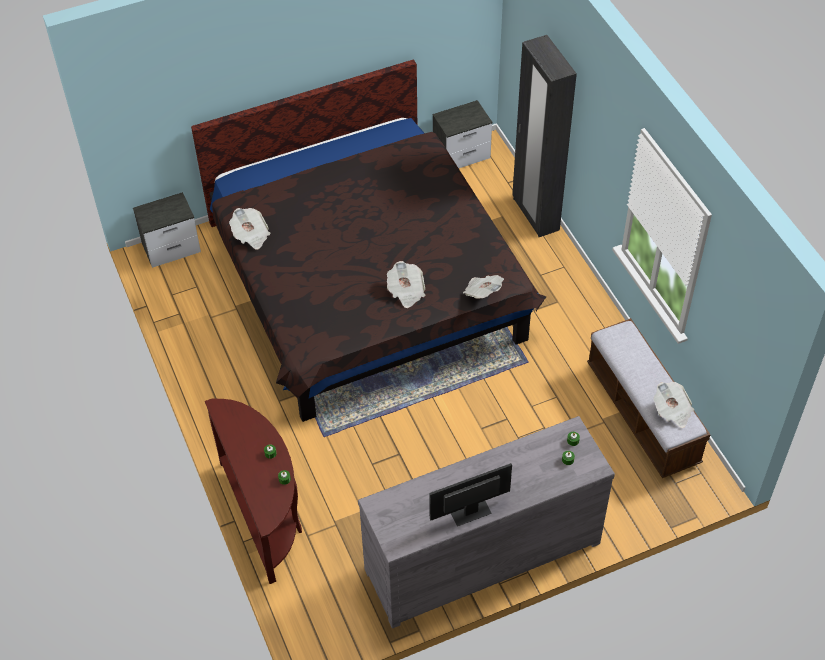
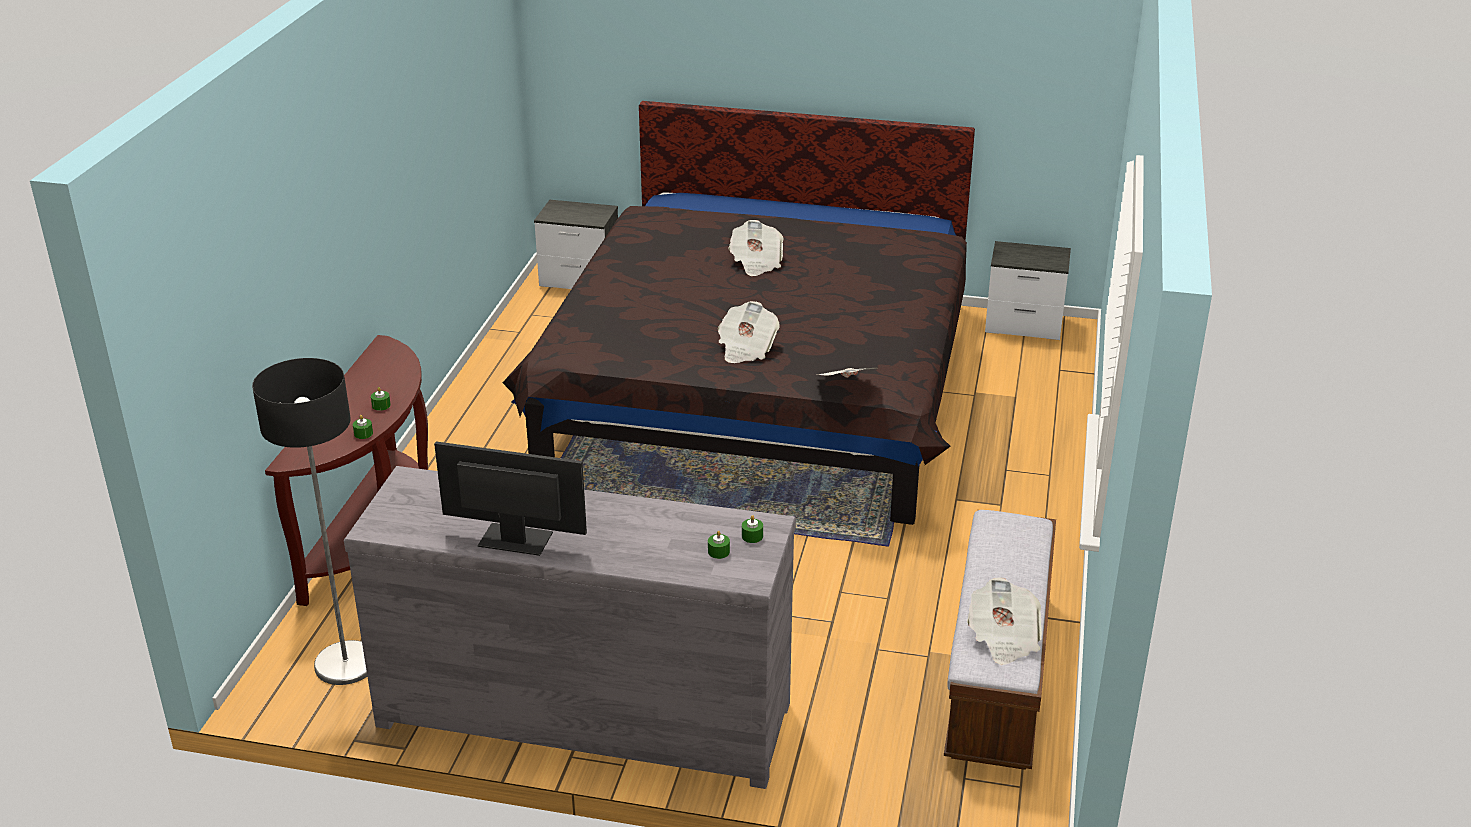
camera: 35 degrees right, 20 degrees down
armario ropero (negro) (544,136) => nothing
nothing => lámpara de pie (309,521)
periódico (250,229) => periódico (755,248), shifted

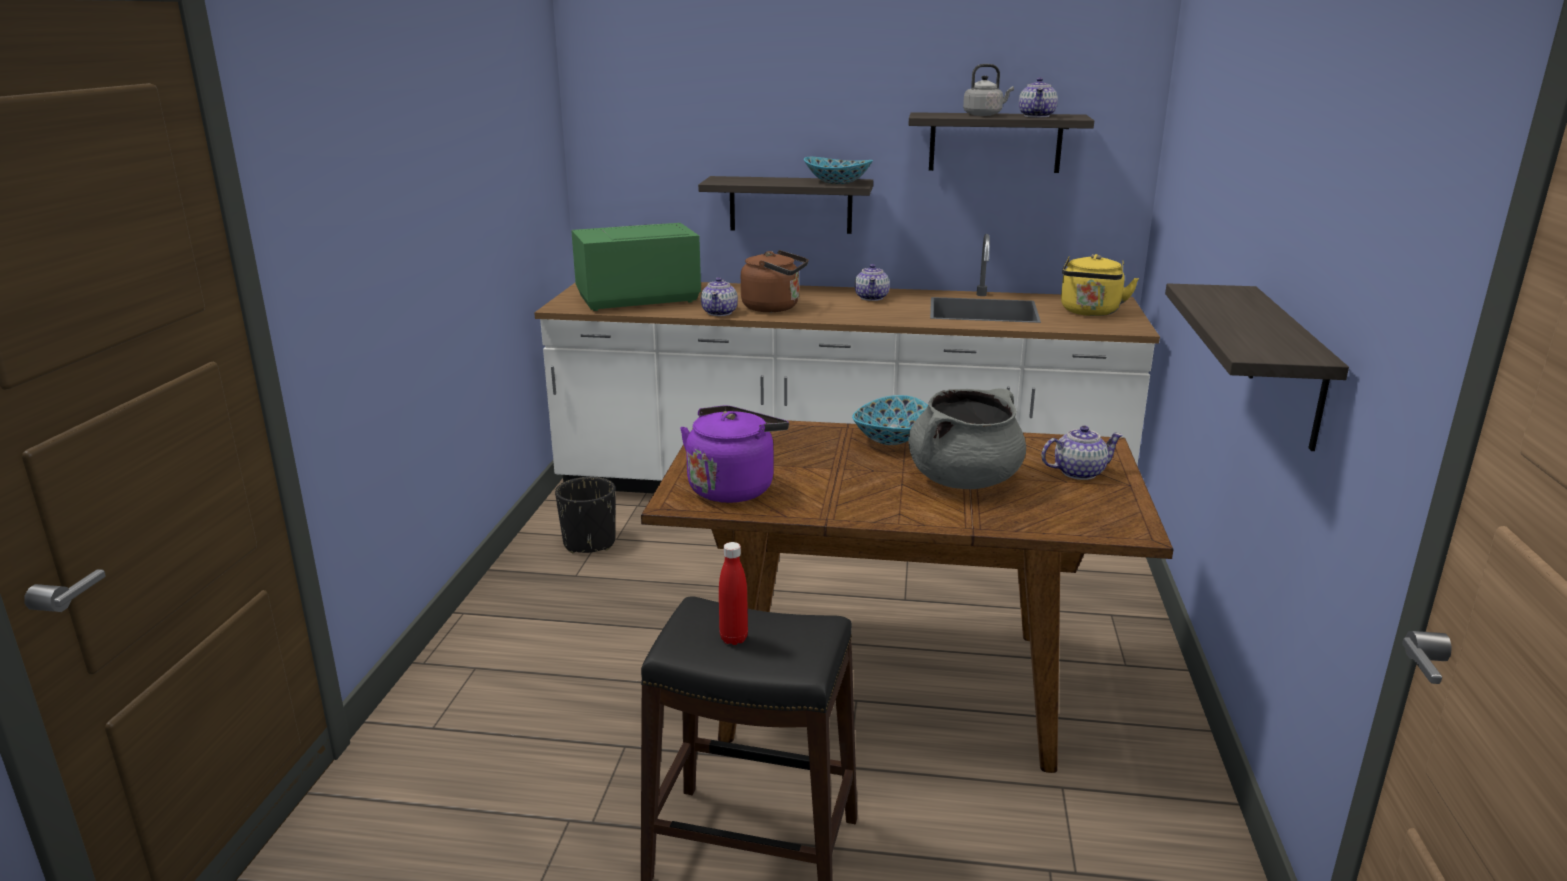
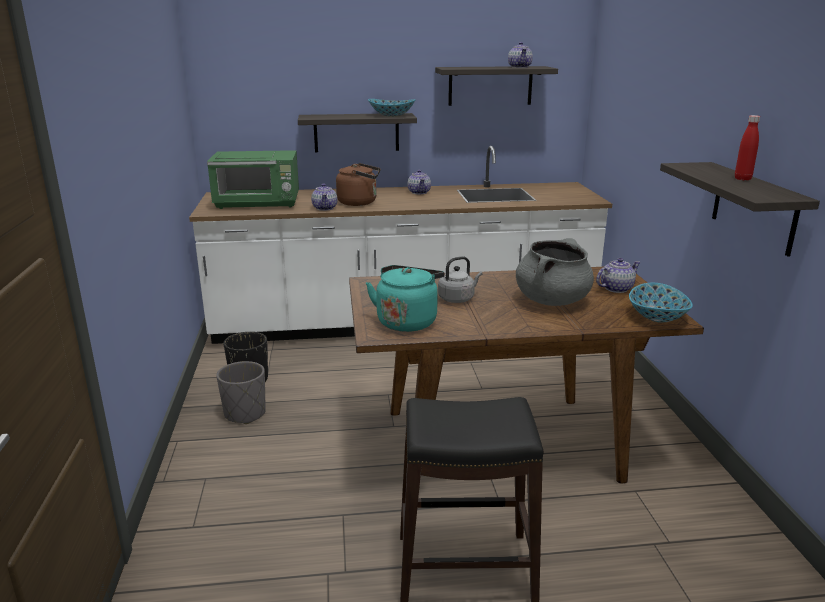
camera: 15 degrees left, 0 degrees up
hervidor (amarillo) (1100,285) => nothing
nothing => maceta (gris) (241,392)
botella (rojo) (733,593) => botella (rojo) (747,147), shifted
cuenco (890,420) => cuenco (661,303), shifted
hervidor (gris) (988,90) => hervidor (gris) (460,279), shifted
hervidor (morado) (734,454) => hervidor (turquesa) (405,298)
microondas (verde) (636,267) => microondas (verde) (253,179), 150 degrees counterclockwise

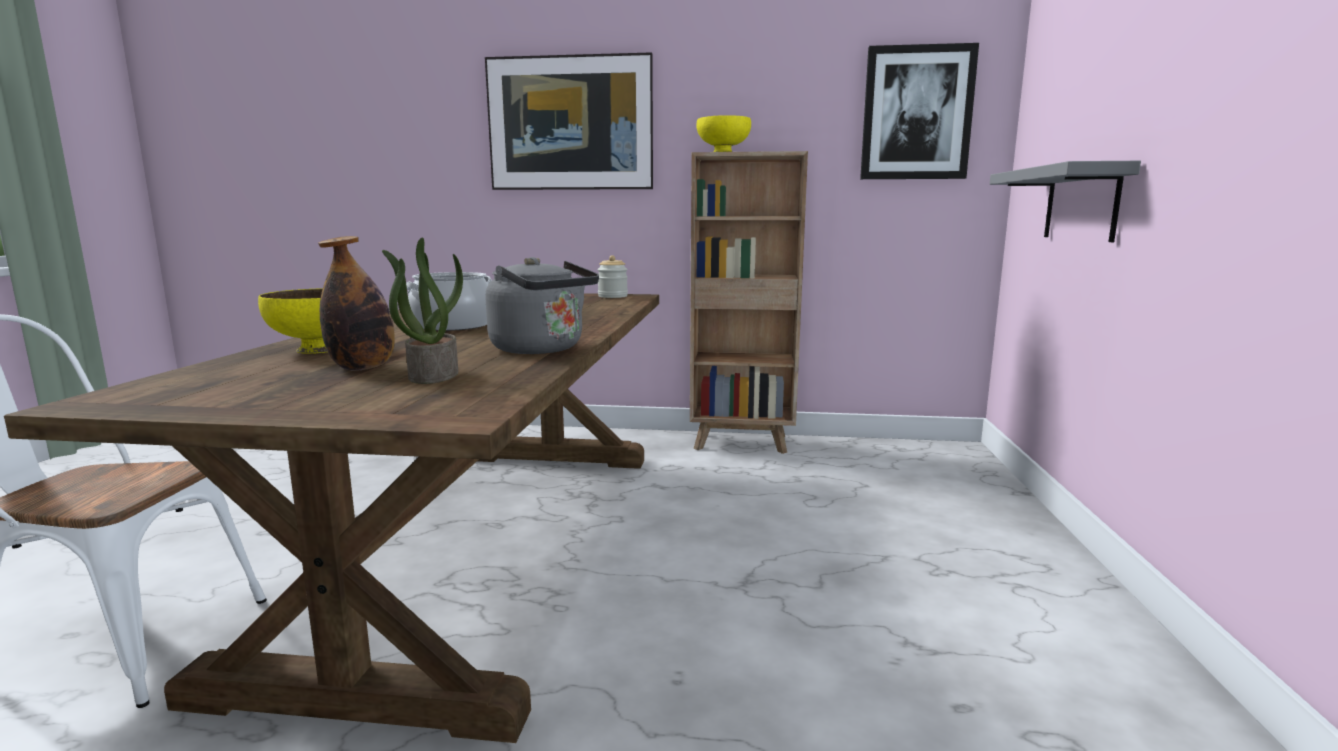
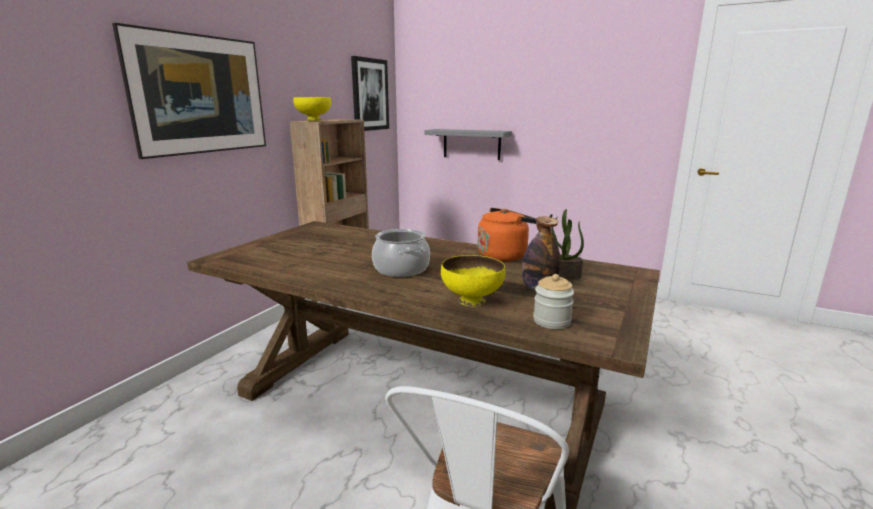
camera: 70 degrees left, 5 degrees up
tarro (612,276) => tarro (553,301), shifted
hervidor (gris) (542,305) => hervidor (naranja) (507,235)

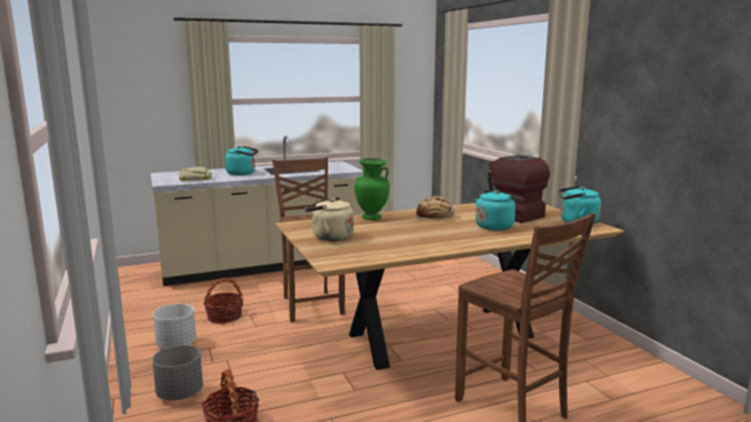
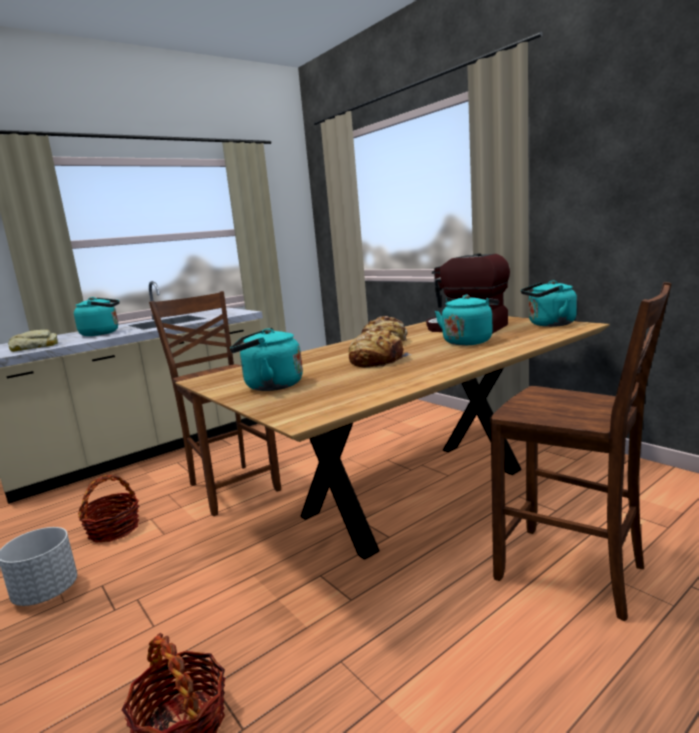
camera: 15 degrees left, 0 degrees up
maceta (gris) (177,373) => nothing
florero (verde) (372,189) => nothing
nothing => pan (380,347)
hervidor (beis) (329,219) => hervidor (turquesa) (266,359)

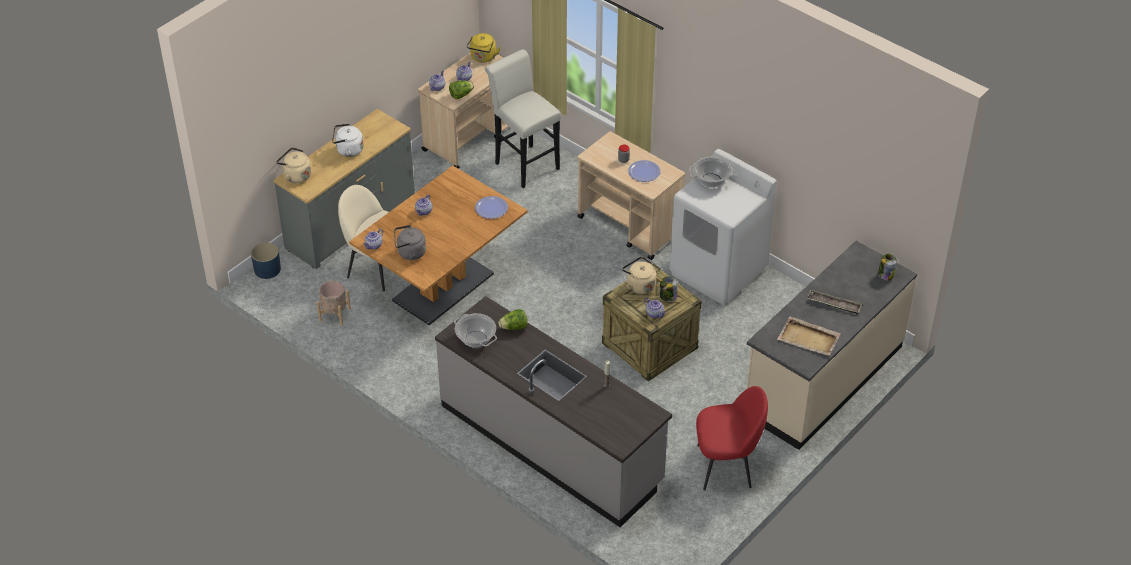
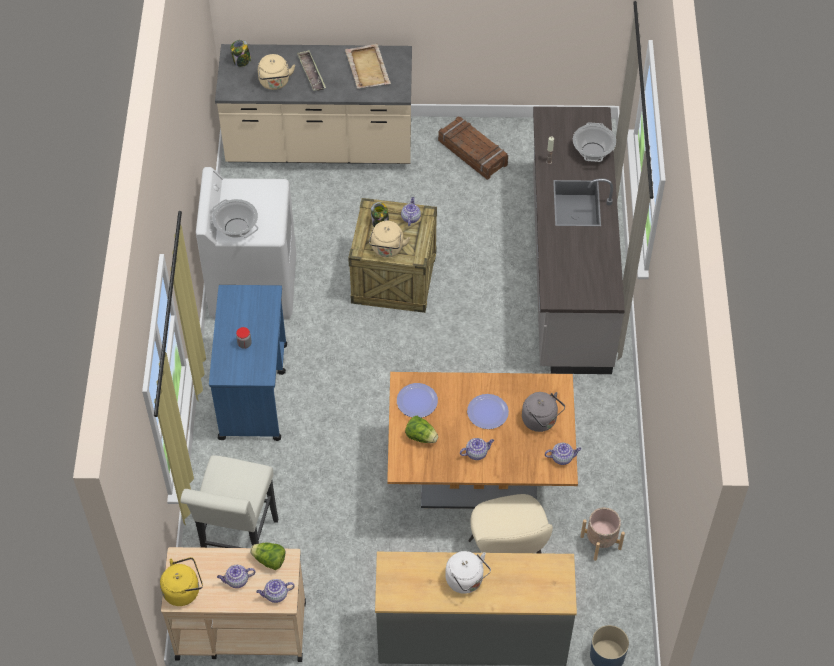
camera: 130 degrees left, 10 degrees up
hervidor (beis) (293,165) => hervidor (beis) (276,72), shifted
olla (475,330) => olla (594,142), shifted
lechuga (512,319) => lechuga (421,429), shifted
plato (644,171) => plato (488,411), shifted
silla (rojo) (732,438) => caja de embalaje (473,148)
carrito (beis) (631,195) => carrito (azul) (248,363)

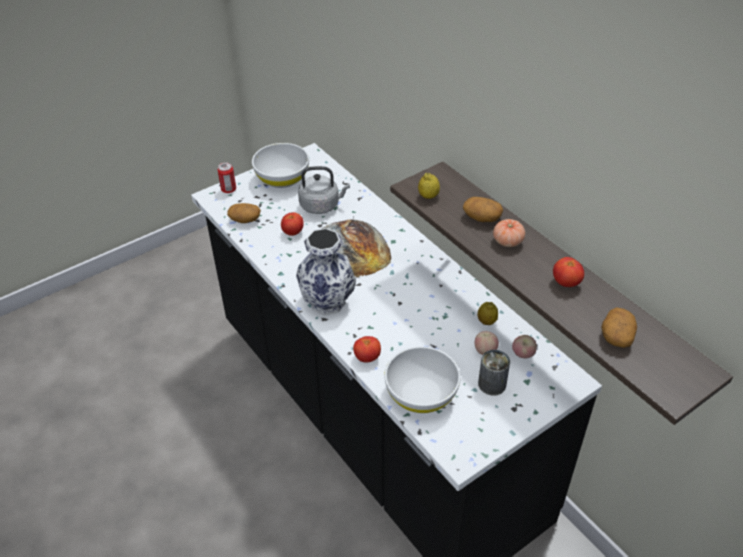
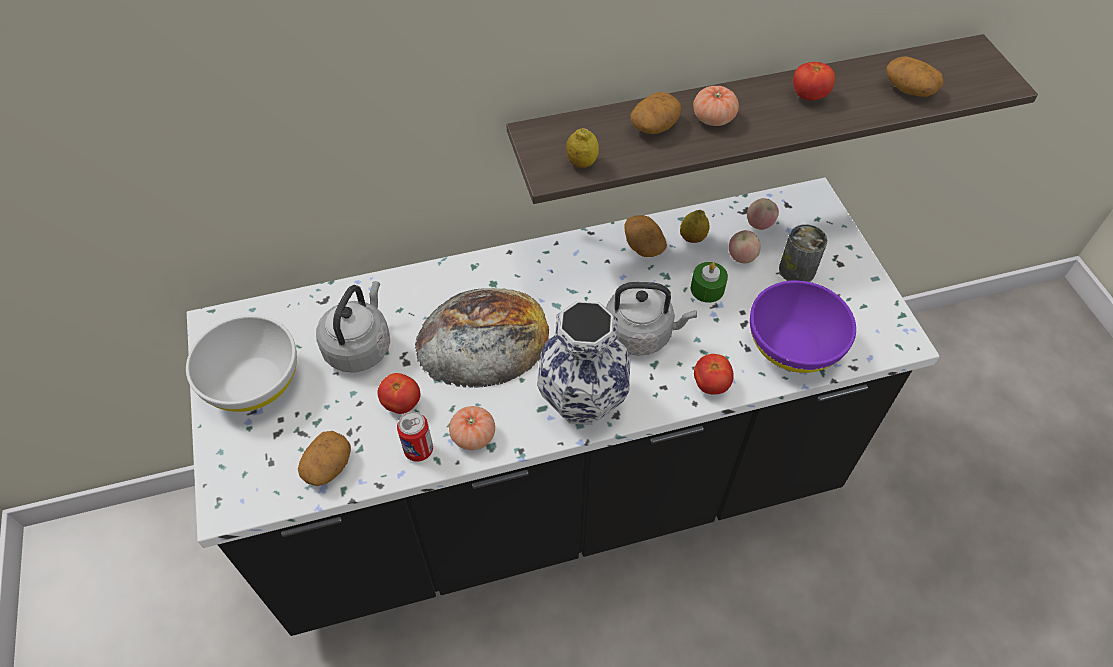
camera: 70 degrees left, 10 degrees up
nothing => tomate (472,428)
nothing => hervidor (gris) (651,319)
nothing => patata (645,236)
nothing => vela (verde) (709,282)
lata (226,178) => lata (415,436), shifted
cuenco (blanco) (422,379) => cuenco (morado) (803,326)

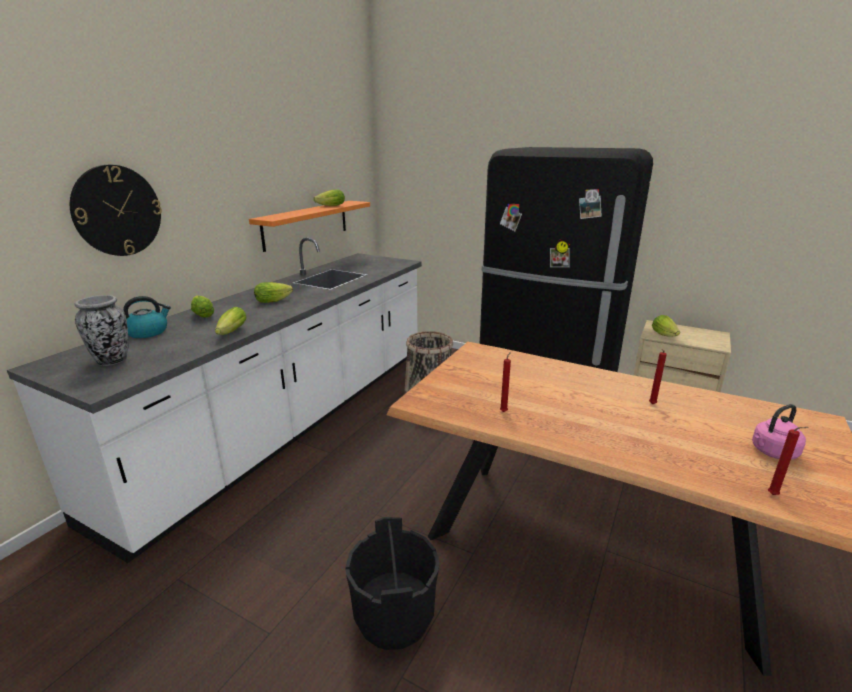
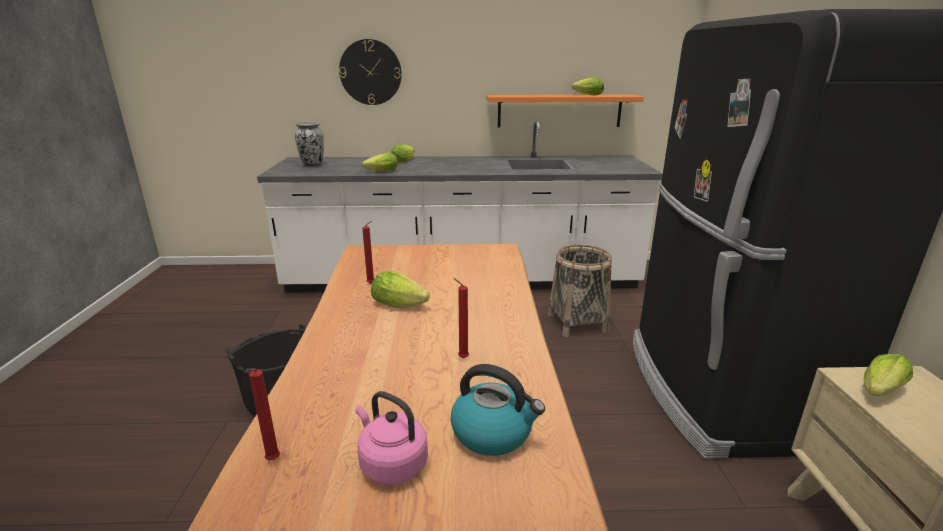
camera: 60 degrees right, 0 degrees up
hervidor (147,317) => hervidor (497,410), shifted
lechuga (273,292) => lechuga (400,289), shifted

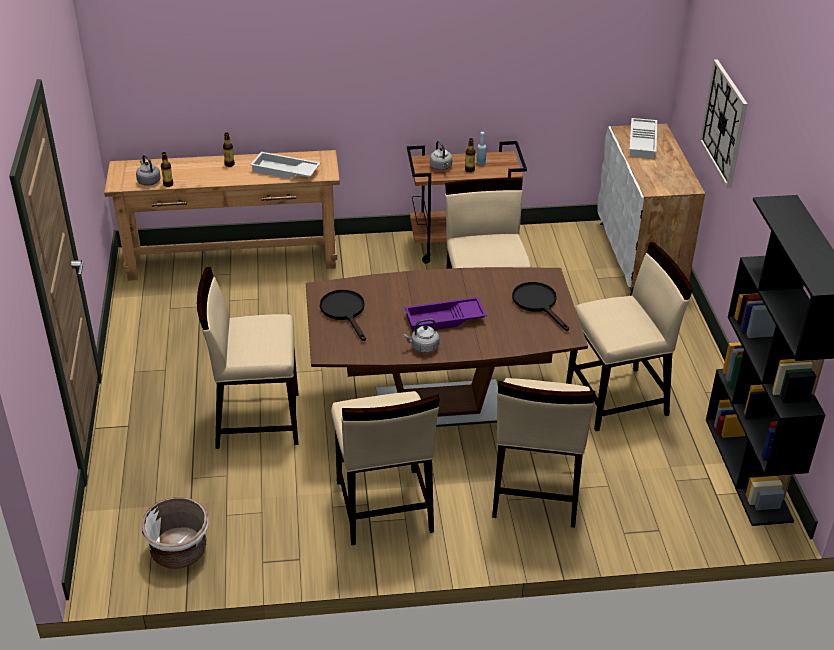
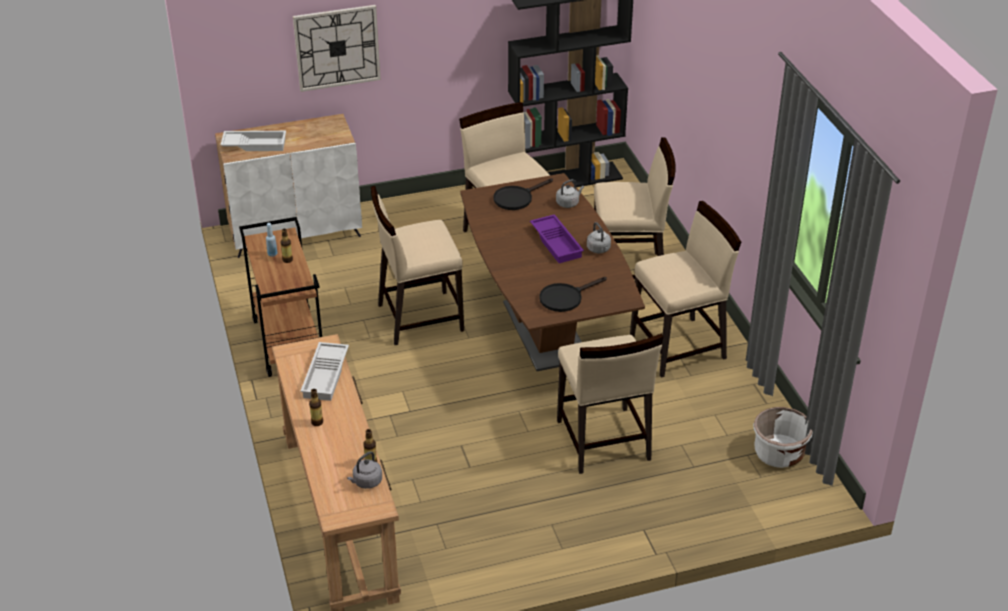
camera: 100 degrees left, 0 degrees up
hervidor (gris) (441,155) => hervidor (gris) (570,193), shifted

